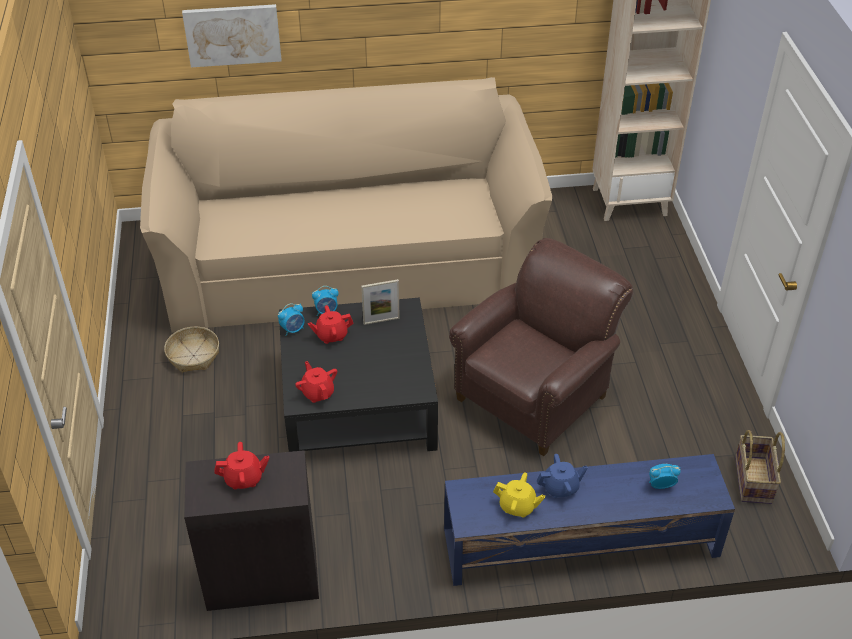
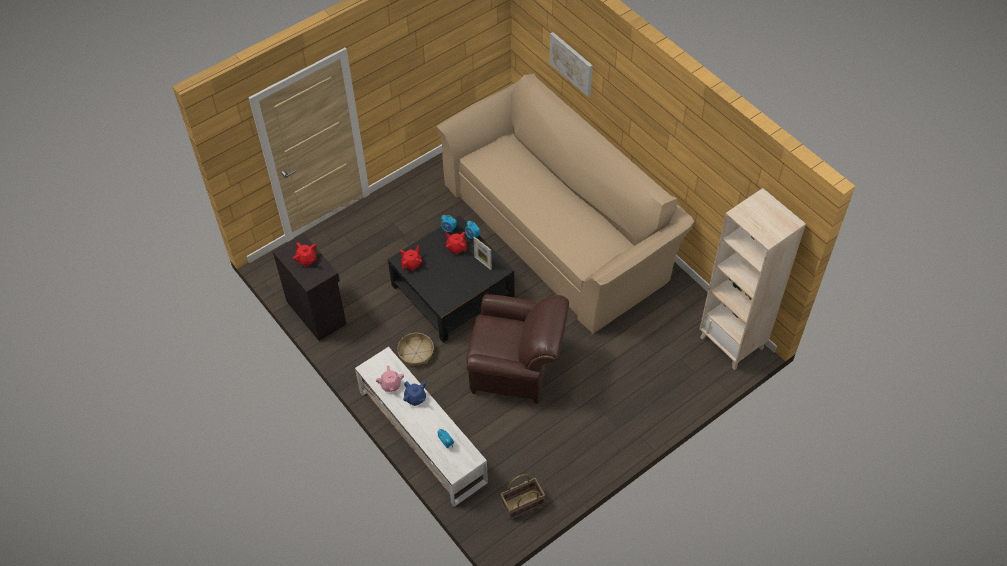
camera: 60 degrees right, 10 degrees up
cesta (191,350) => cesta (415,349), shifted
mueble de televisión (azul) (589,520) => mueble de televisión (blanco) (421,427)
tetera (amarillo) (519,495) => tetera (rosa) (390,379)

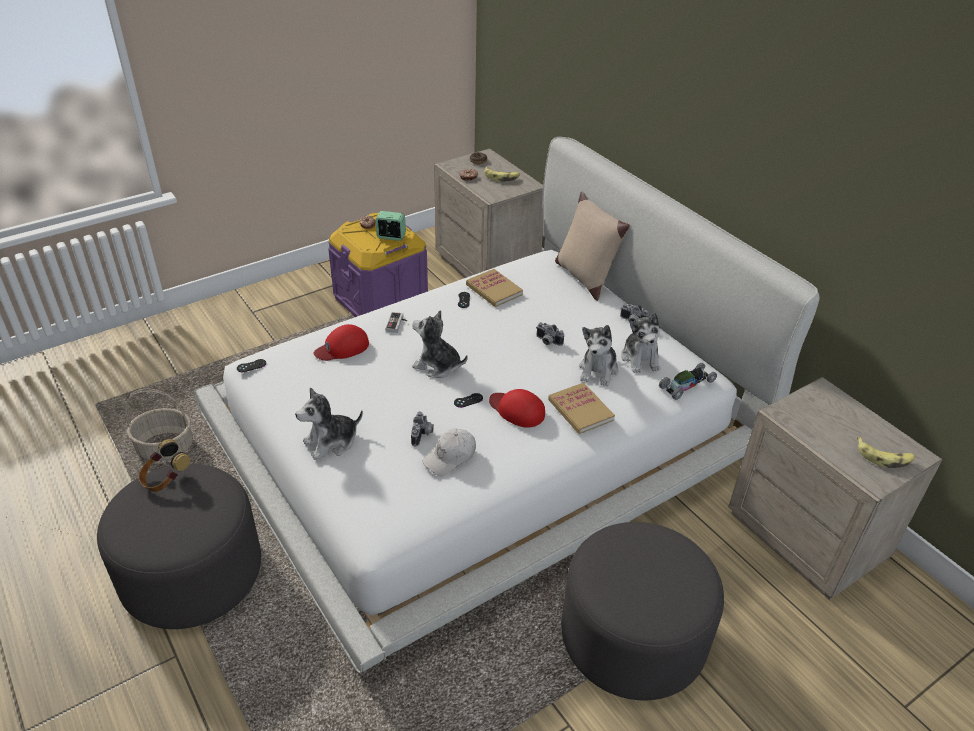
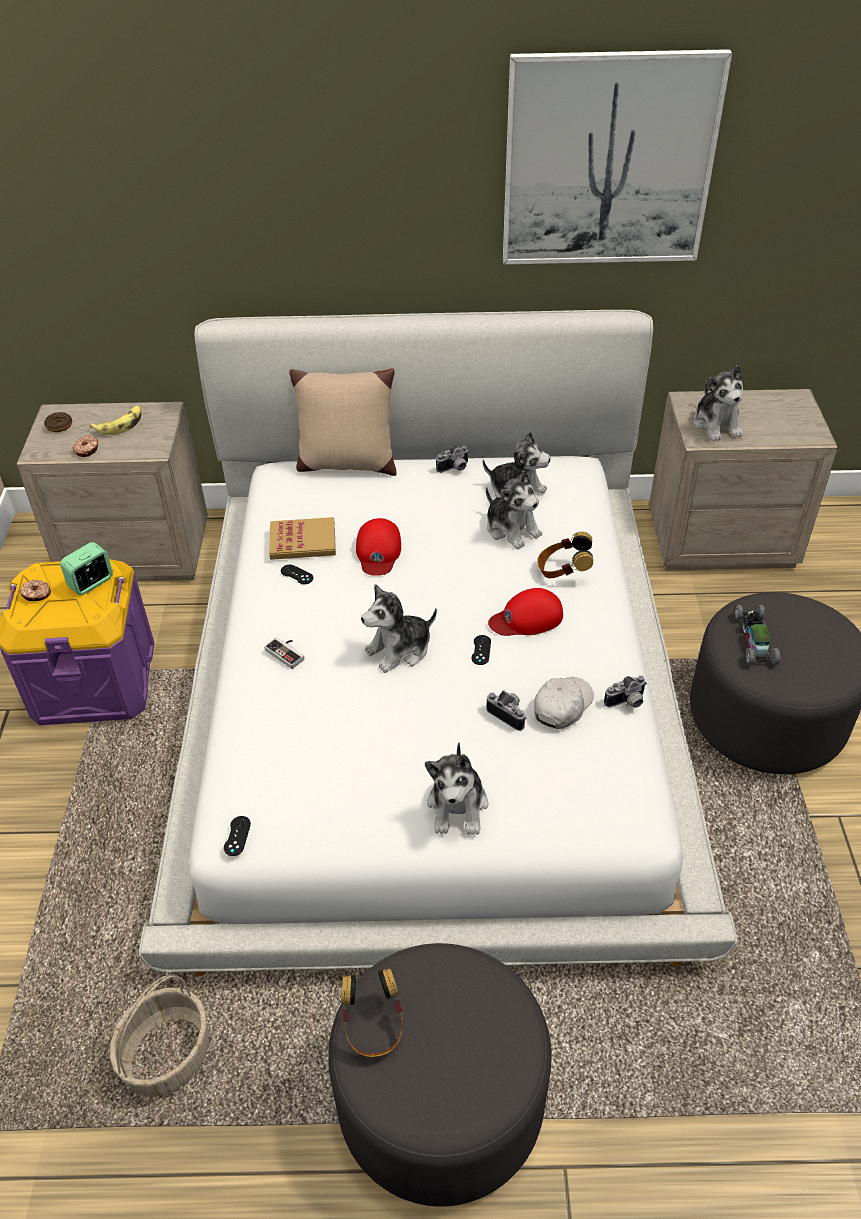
camera: 55 degrees left, 5 degrees up
plátano (886,452) => nothing
nothing => cuadro (617,157)
nothing => peluche (718,403)
gorra (rojo) (341,342) => gorra (rojo) (378,547), shifted
cámara (550,334) => cámara (625,691), shifted
coche de juguete (688,381) => coche de juguete (757,635), shifted
libro (581,408) => auriculares (565,555)
gorra (blanco) (449,452) => gorra (blanco) (564,703), 135 degrees counterclockwise

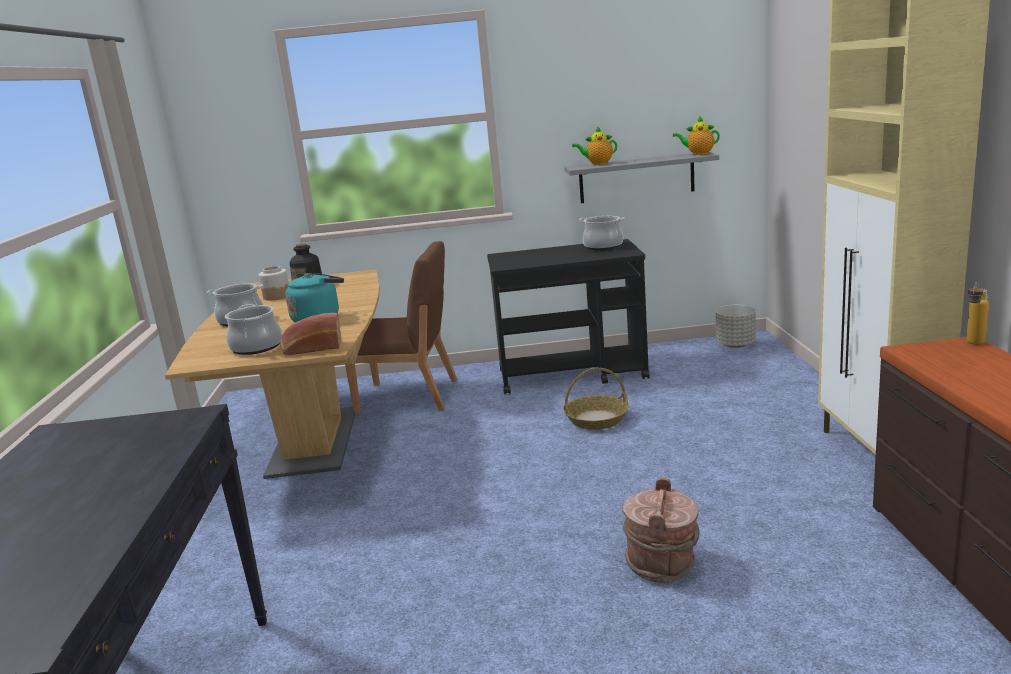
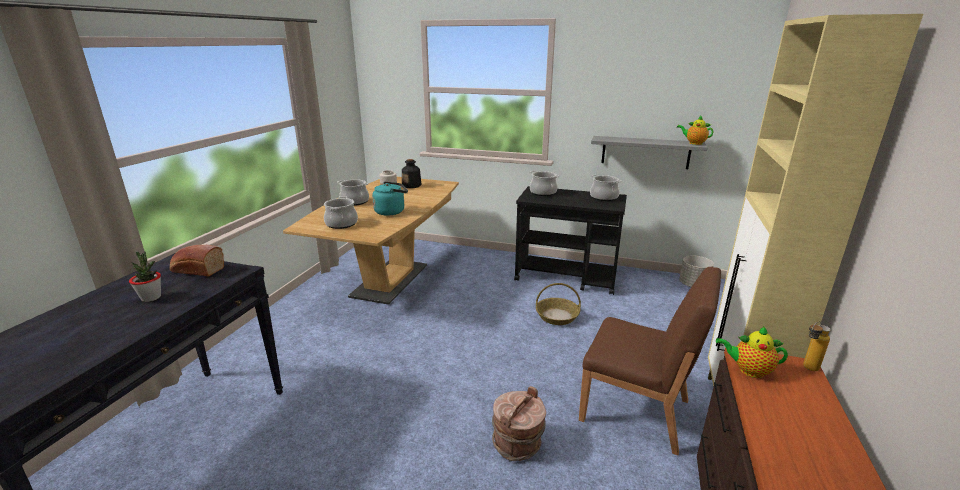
camera: 20 degrees right, 5 degrees up
nothing => planta en maceta (145,276)
nothing => olla (544,183)
pan (311,334) => pan (196,260), shifted
silla (marrón) (401,328) => silla (marrón) (650,361), shifted
tetera (594,145) => tetera (752,352), shifted

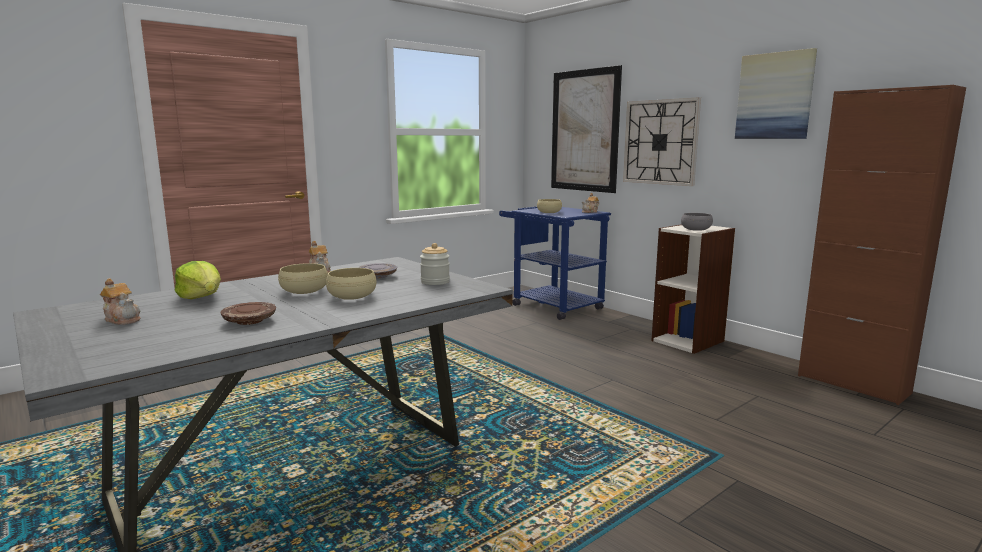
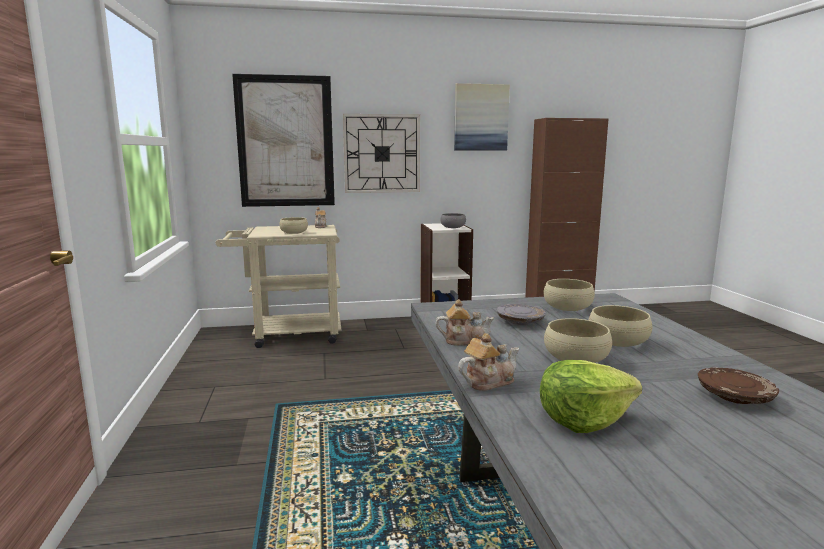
camera: 60 degrees left, 0 degrees up
tetera (120,301) => tetera (488,362), shifted
tarro (435,264) => cuenco (beis) (569,295)
carrito (azul) (555,263) => carrito (beis) (279,286)

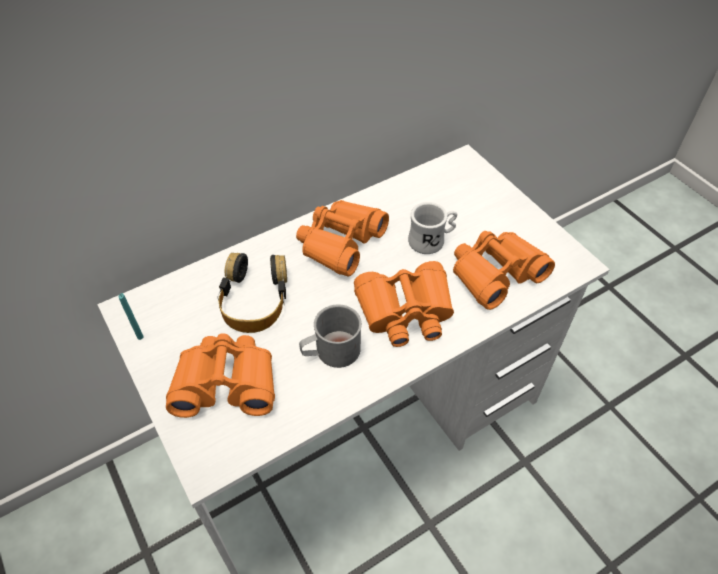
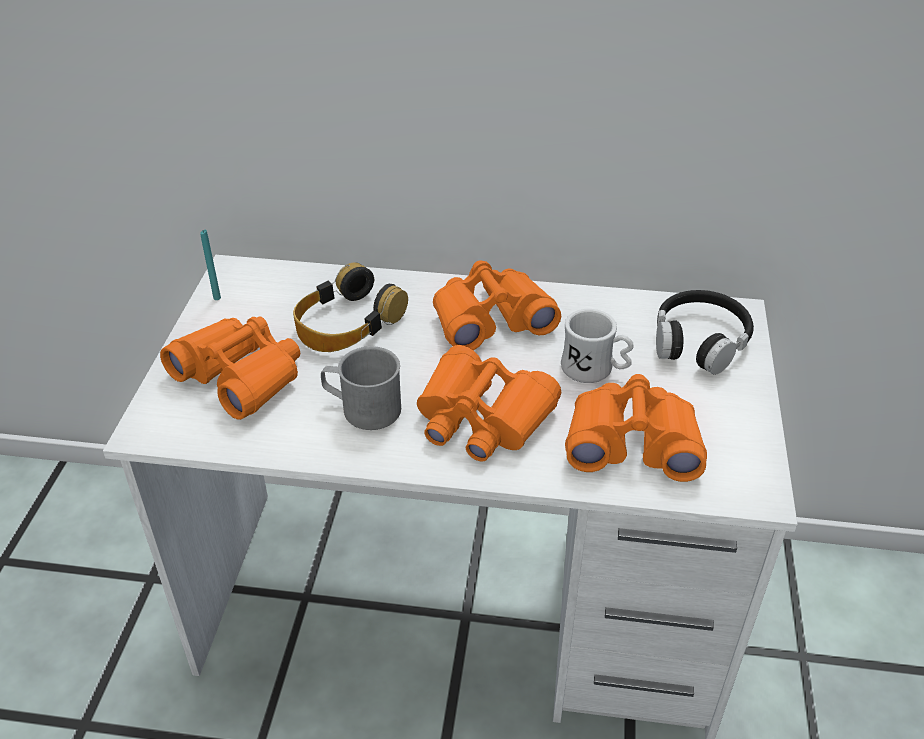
camera: 40 degrees right, 10 degrees down
nothing => auriculares (negro) (705,332)

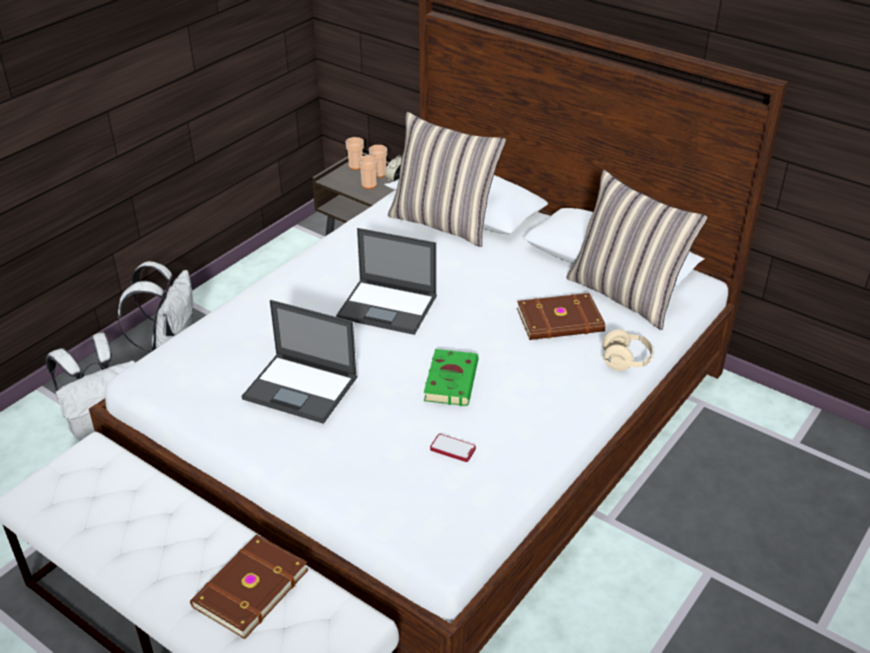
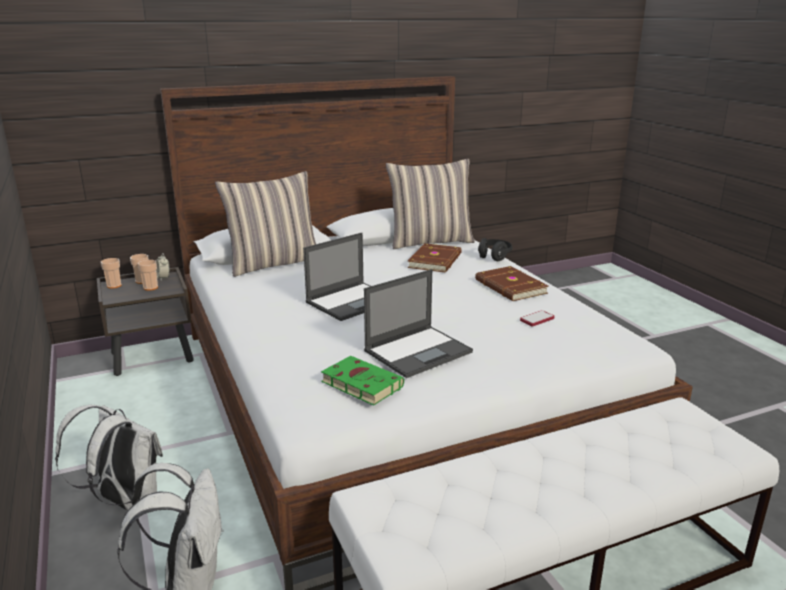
camera: 60 degrees left, 15 degrees down
libro (marrón) (249,586) => libro (marrón) (512,283), shifted
libro (verde) (451,377) => libro (verde) (362,381), shifted
auriculares (beis) (628,350) => auriculares (negro) (495,249)

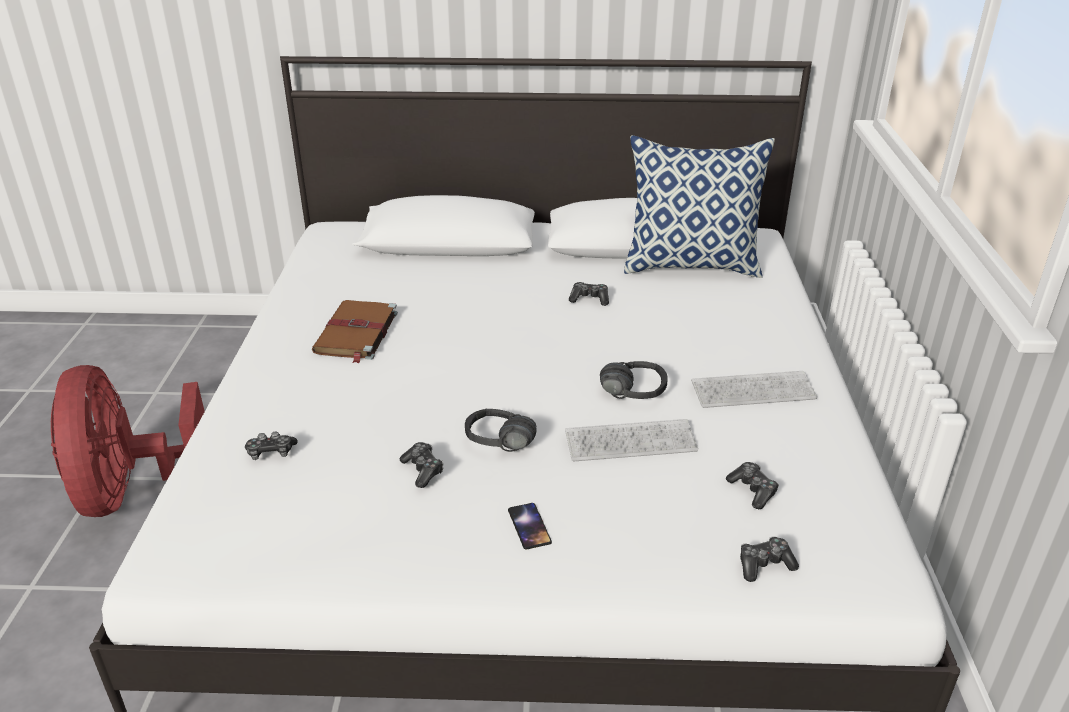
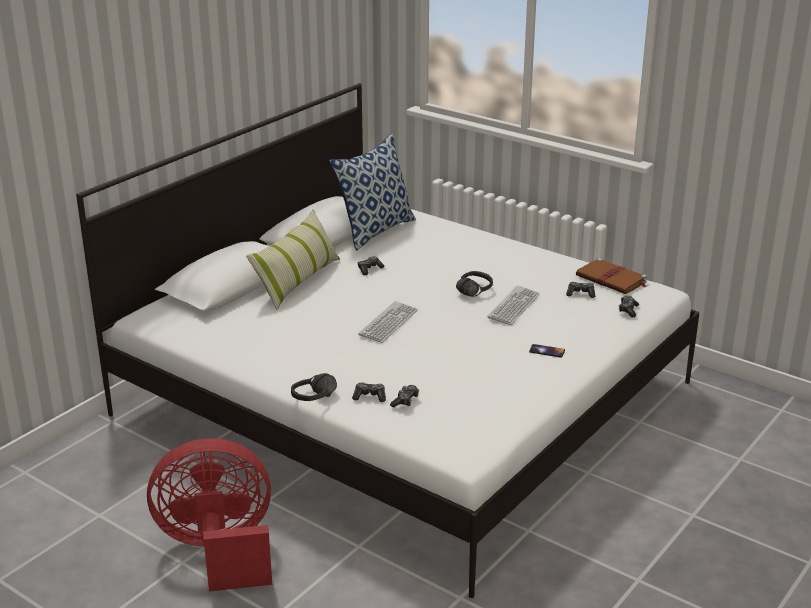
camera: 55 degrees left, 5 degrees down
nothing => cojín (293,260)
libro (marrón) (355,332) => libro (marrón) (611,276), shifted
mando de consola (421,465) => mando de consola (369,392), shifted
auriculares (negro) (501,430) => auriculares (negro) (314,387), shifted
teclado (754,389) => teclado (388,322), shifted
ventilador (rojo) (128,441) => ventilador (rojo) (209,515), 150 degrees clockwise

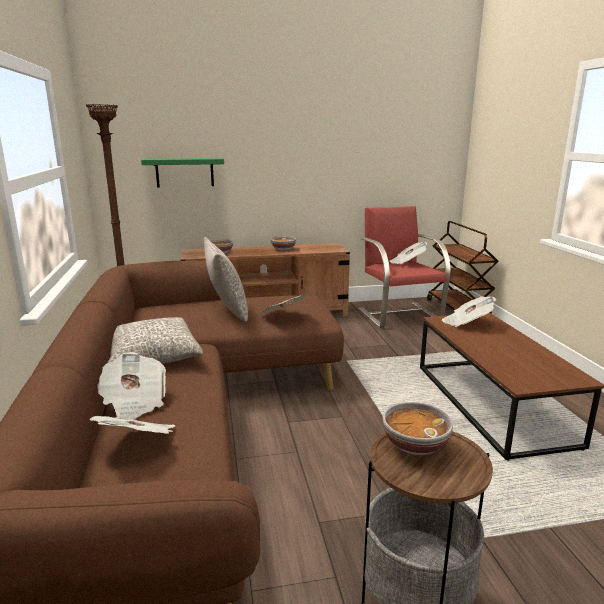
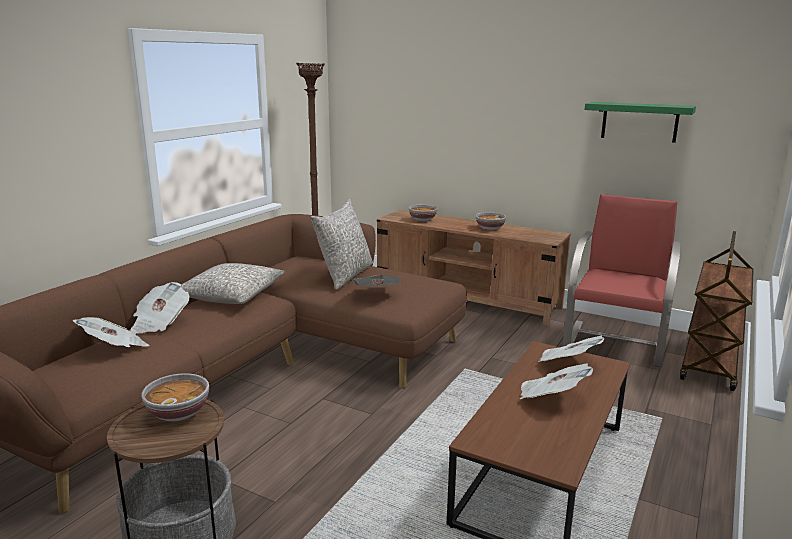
camera: 40 degrees right, 0 degrees up
estante (verde) (182,172) => estante (verde) (640,122), shifted
periódico (408,253) => periódico (556,381), shifted

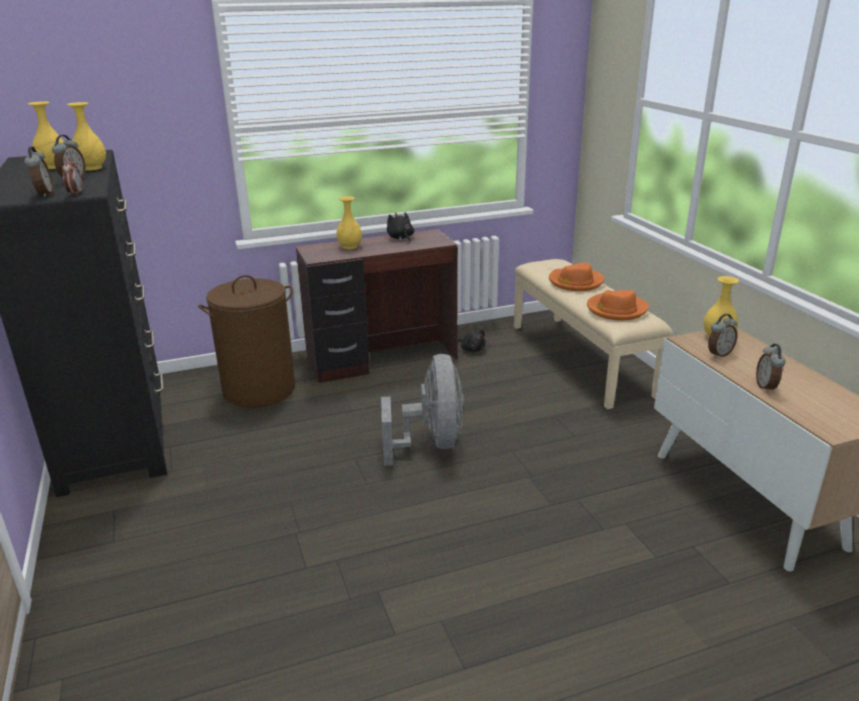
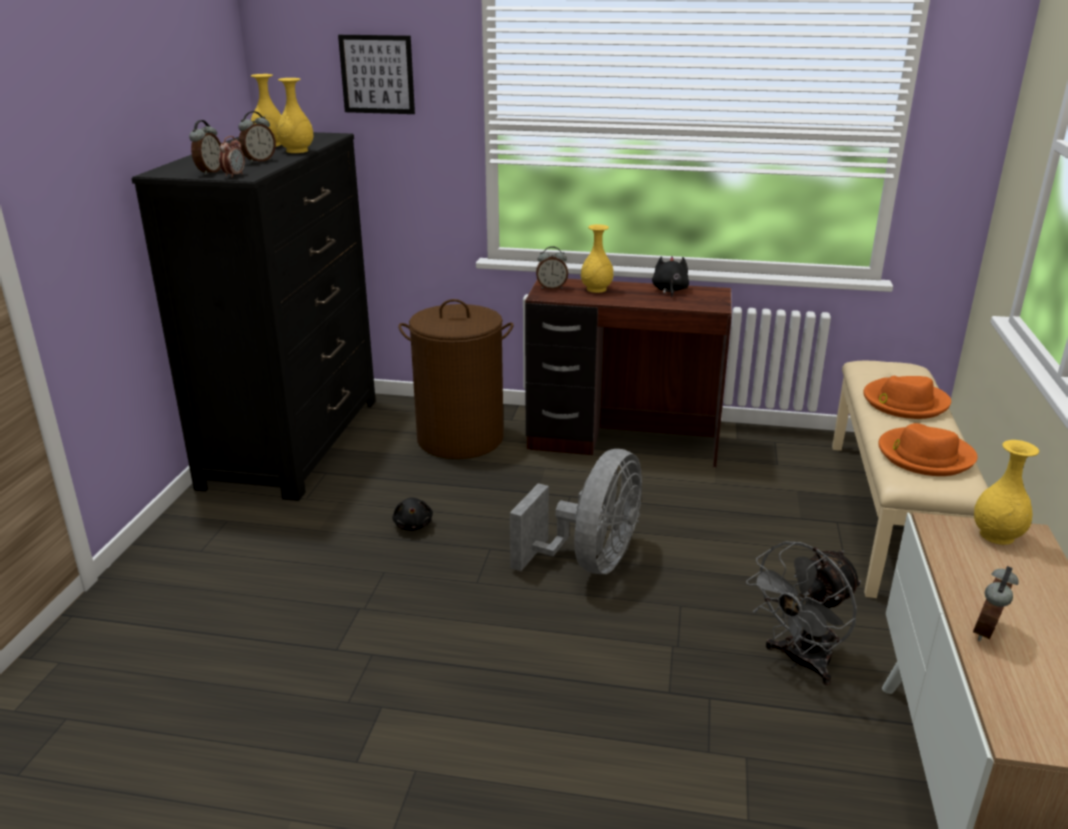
camera: 30 degrees right, 0 degrees up
nothing => cuadro (376,74)
nothing => ventilador (gris) (803,613)
peluche (negro) (472,341) => peluche (negro) (412,514), shifted
despertador (722,336) => despertador (552,268), shifted

